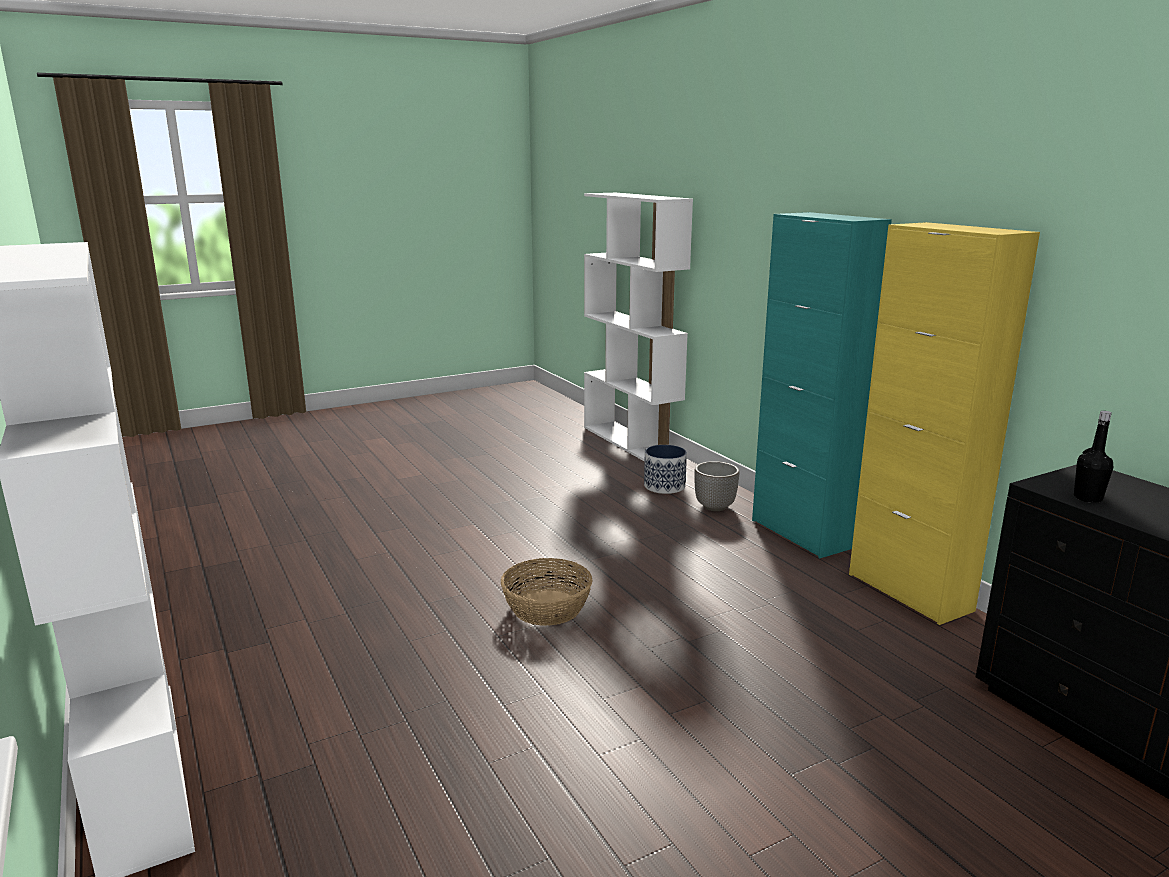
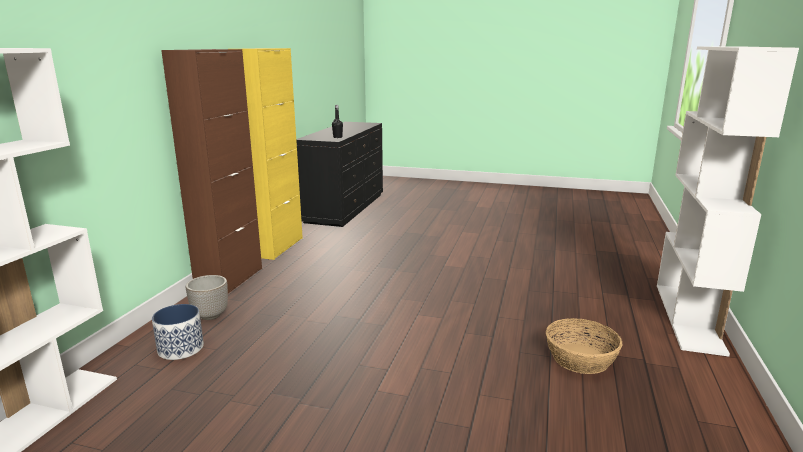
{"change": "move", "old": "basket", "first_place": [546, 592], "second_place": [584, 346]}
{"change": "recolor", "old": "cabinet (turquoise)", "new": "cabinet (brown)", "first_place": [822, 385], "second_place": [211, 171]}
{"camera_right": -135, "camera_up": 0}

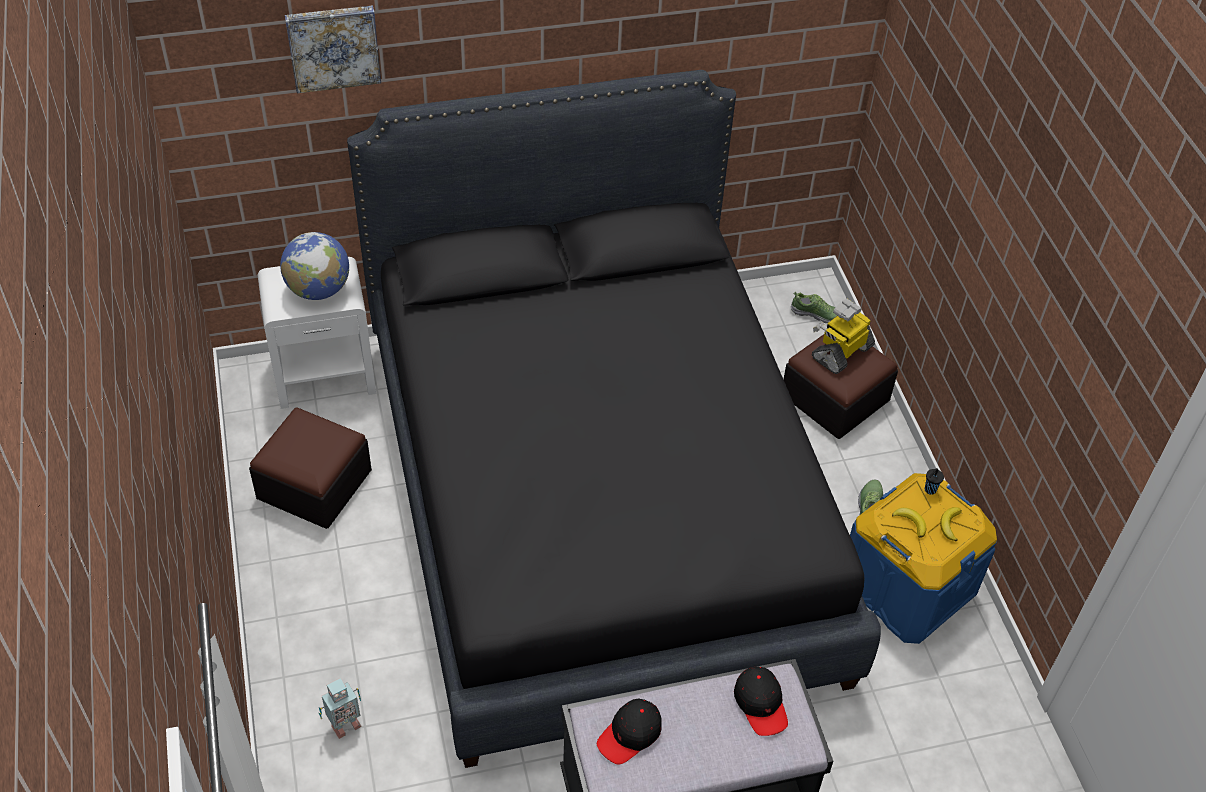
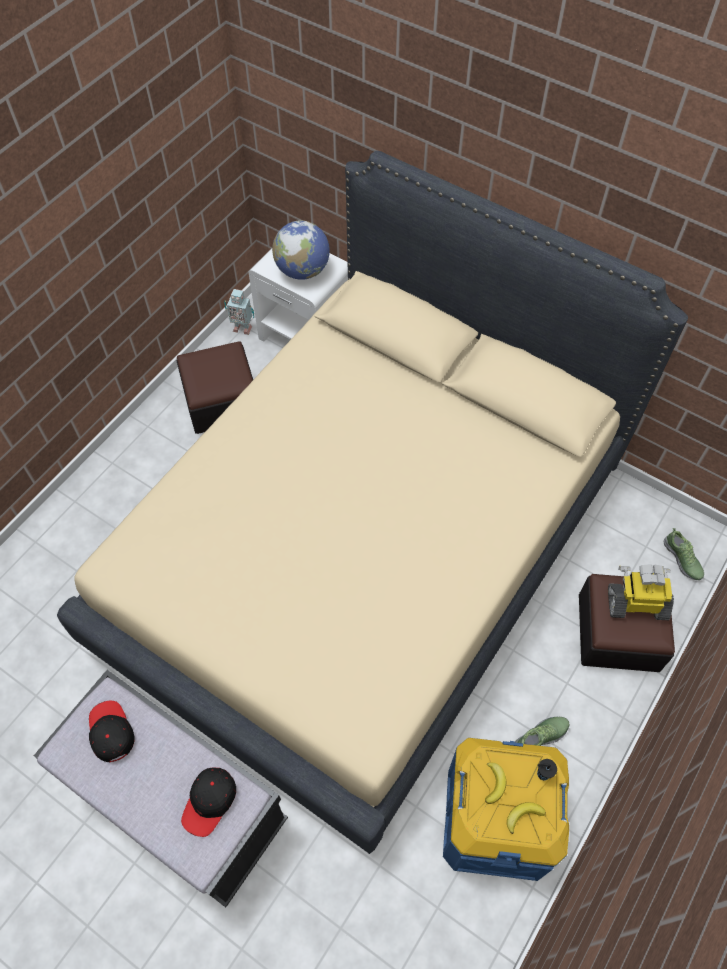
{"change": "delete", "old": "picture", "first_place": [333, 49]}
{"change": "move", "old": "toy robot", "first_place": [340, 708], "second_place": [239, 312]}
{"change": "recolor", "old": "bed (black)", "new": "bed (beige)", "first_place": [614, 419], "second_place": [372, 502]}
{"change": "rotate", "old": "cap (black)", "first_place": [629, 731], "second_place": [111, 731], "degrees": 60}
{"camera_right": 50, "camera_up": 10}

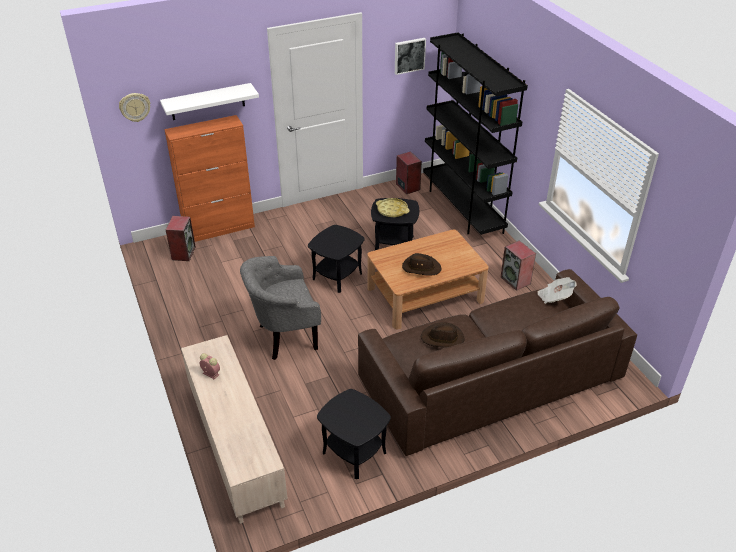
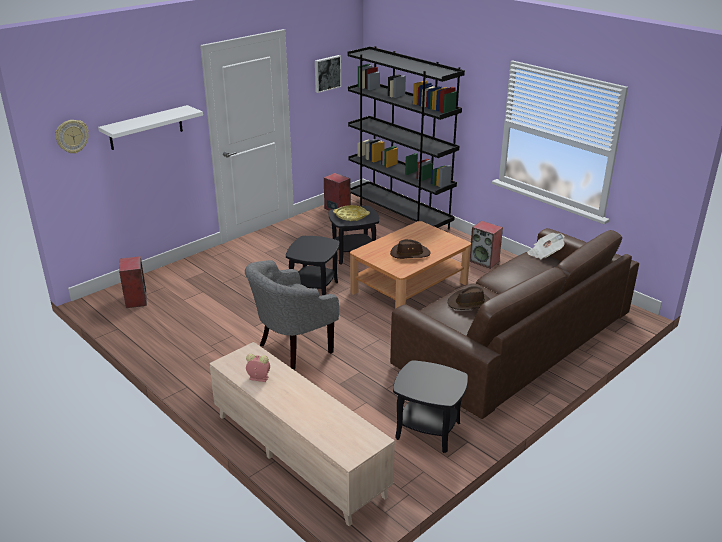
{"change": "delete", "old": "cabinet (orange)", "first_place": [209, 178]}
{"camera_right": -20, "camera_up": -10}

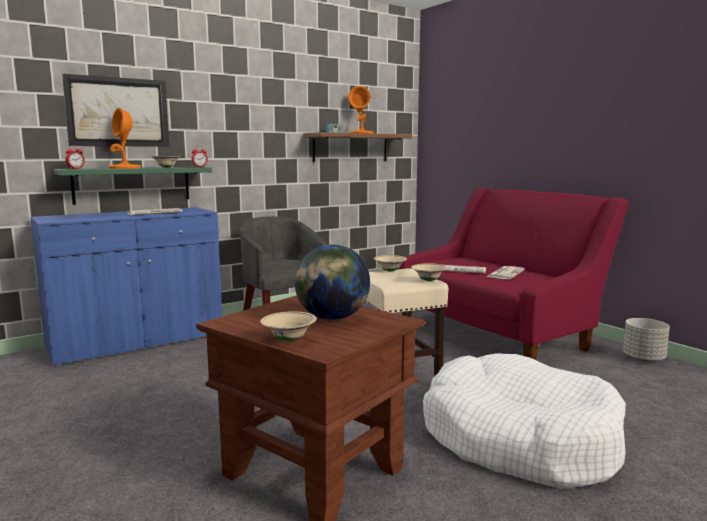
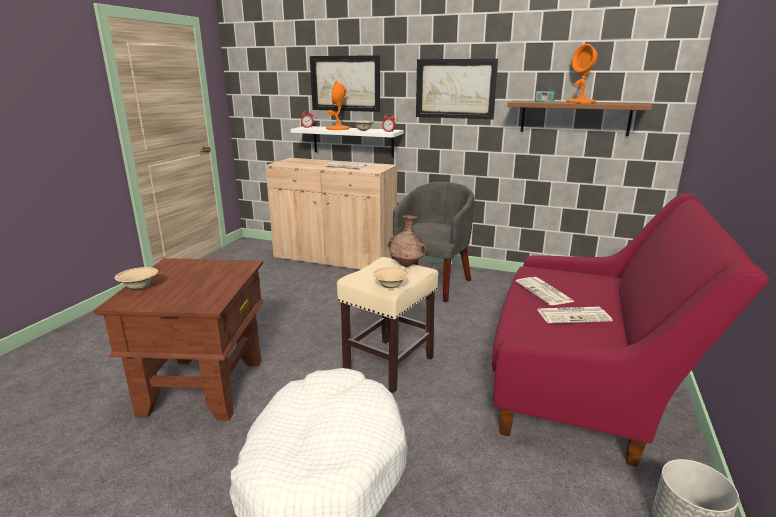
{"change": "delete", "old": "globe", "first_place": [332, 282]}
{"change": "insert", "new": "picture", "second_place": [457, 89]}
{"change": "replace", "old": "bowl (beige)", "new": "vase (brown)", "first_place": [390, 263], "second_place": [407, 241]}
{"change": "recolor", "old": "cabinet (blue)", "new": "cabinet (beige)", "first_place": [126, 287], "second_place": [331, 213]}
{"change": "recolor", "old": "shelf (green)", "new": "shelf (white)", "first_place": [133, 186], "second_place": [346, 141]}
{"camera_right": 55, "camera_up": 10}

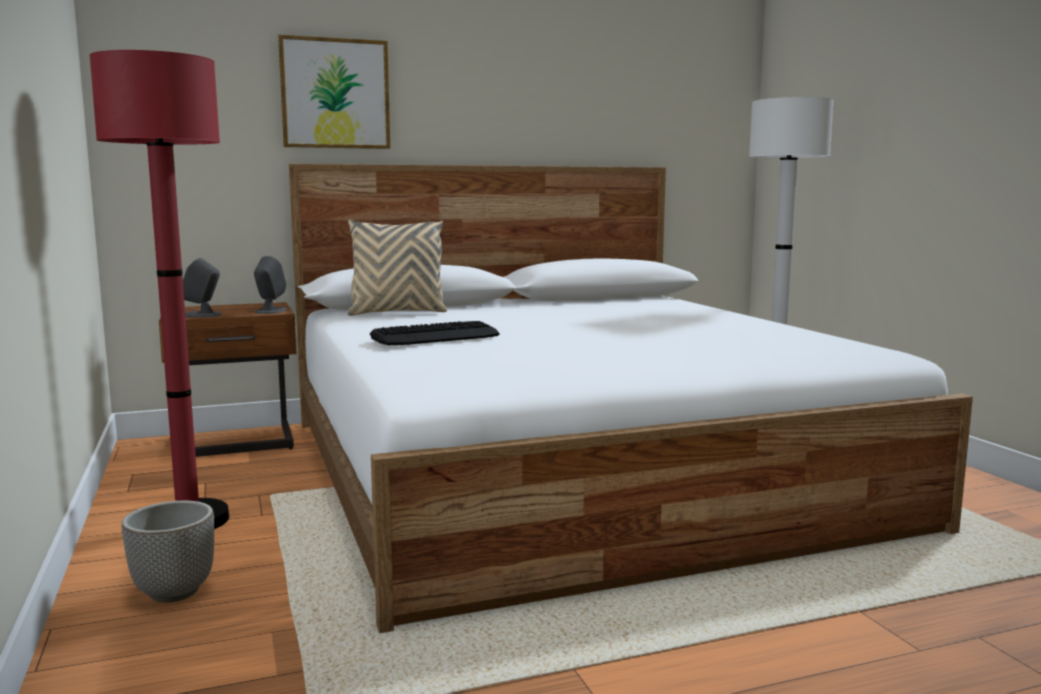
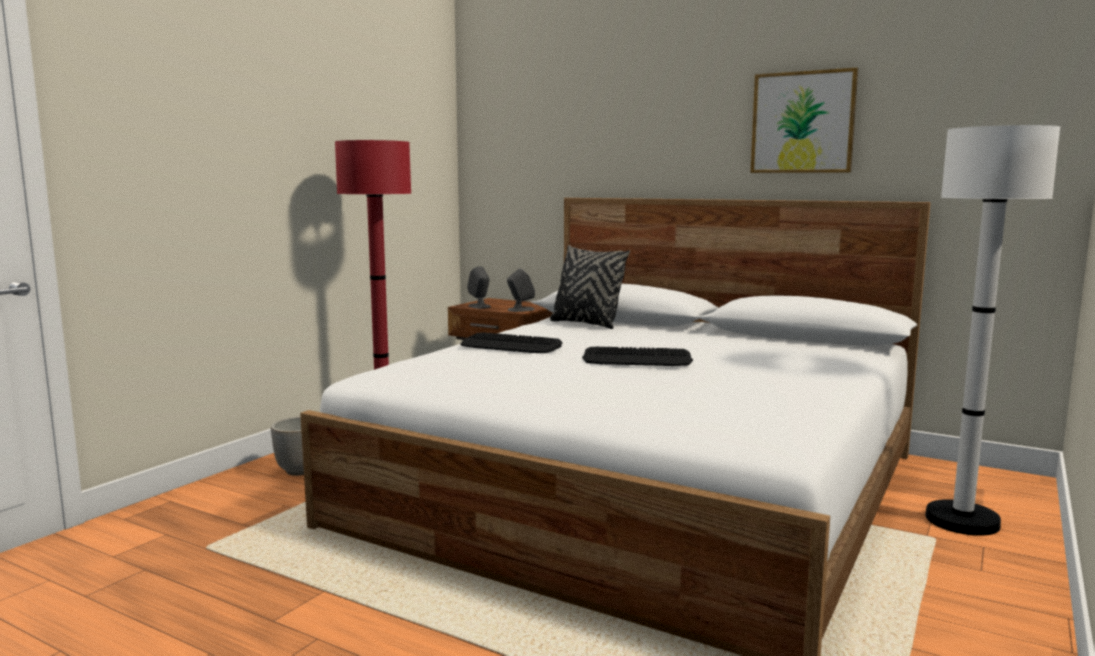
{"change": "insert", "new": "keyboard", "second_place": [637, 356]}
{"change": "move", "old": "picture", "first_place": [334, 92], "second_place": [804, 120]}
{"change": "recolor", "old": "pillow (beige)", "new": "pillow (black)", "first_place": [397, 268], "second_place": [590, 287]}
{"camera_right": 50, "camera_up": 0}

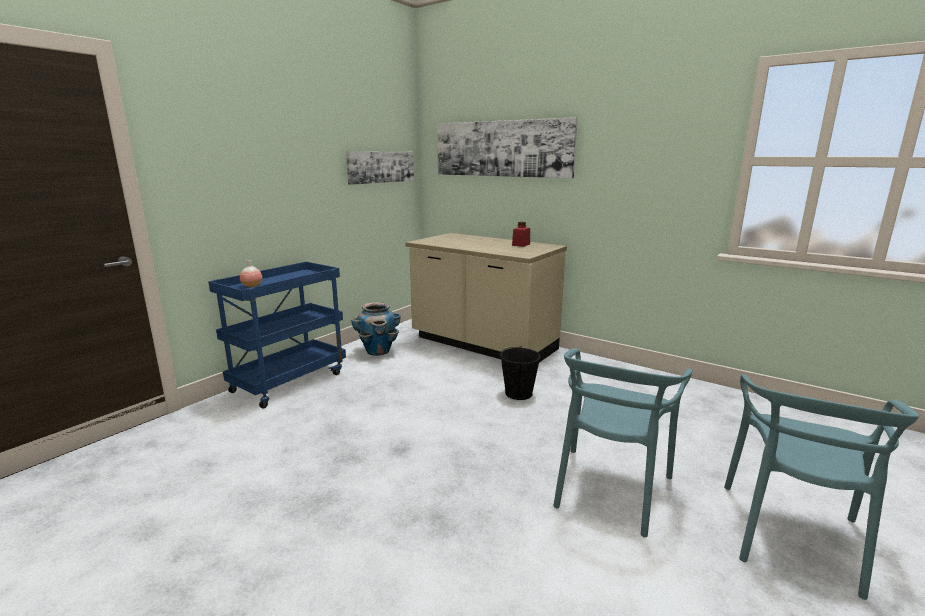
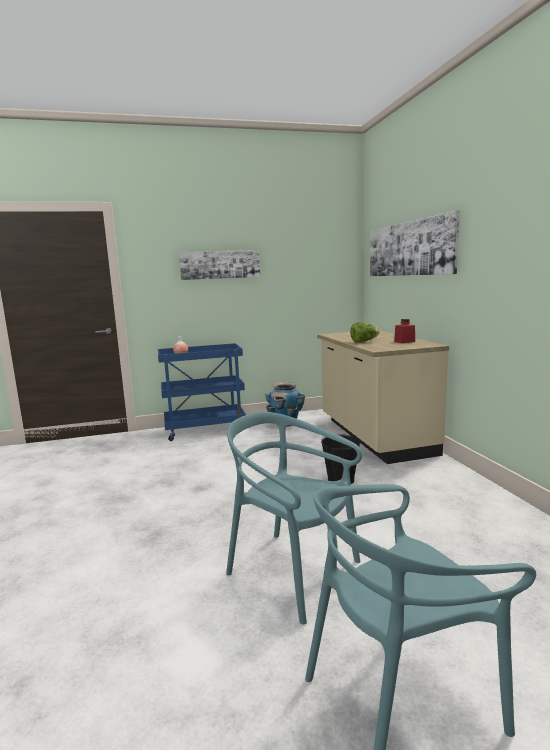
{"change": "insert", "new": "lettuce", "second_place": [365, 332]}
{"change": "move", "old": "picture", "first_place": [380, 168], "second_place": [219, 265]}
{"change": "rotate", "old": "chair (turquoise)", "first_place": [623, 442], "second_place": [294, 518], "degrees": 60}
{"camera_right": 40, "camera_up": -5}

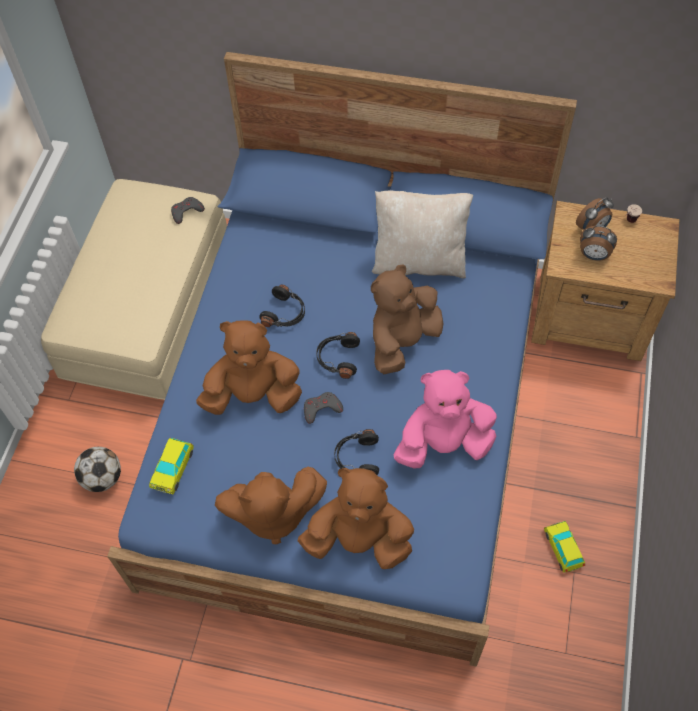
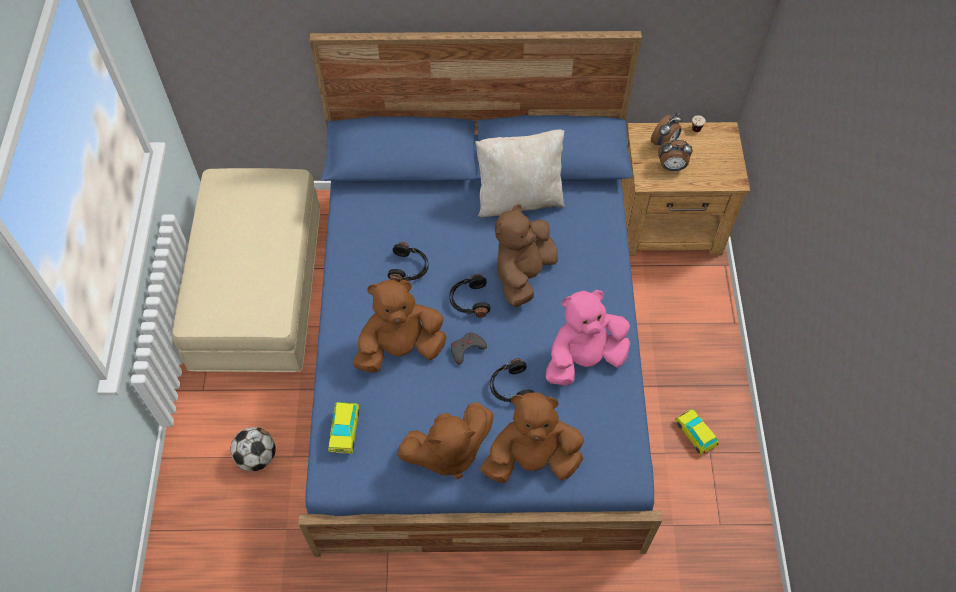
{"change": "delete", "old": "game controller (grey)", "first_place": [188, 210]}
{"camera_right": -15, "camera_up": 0}

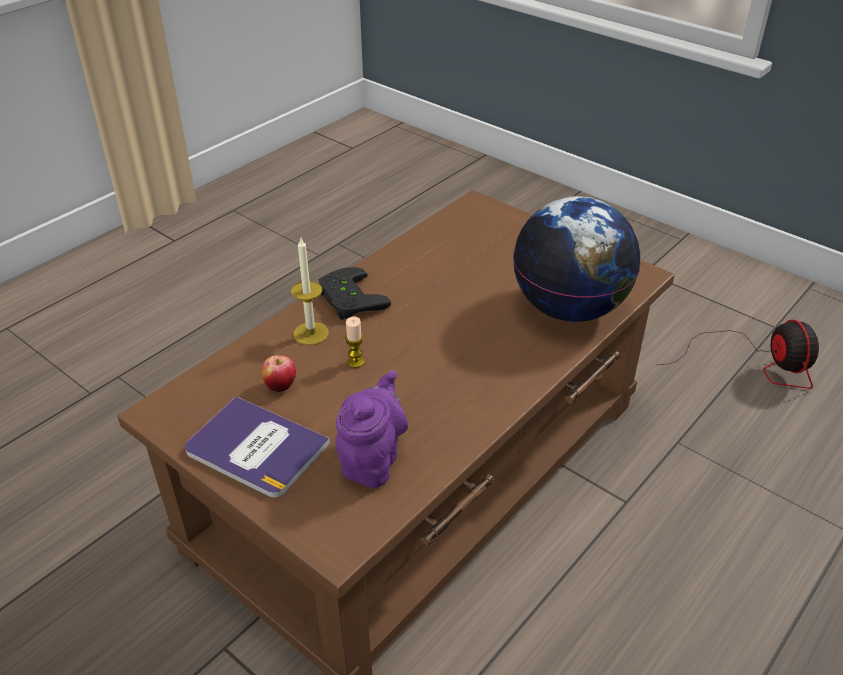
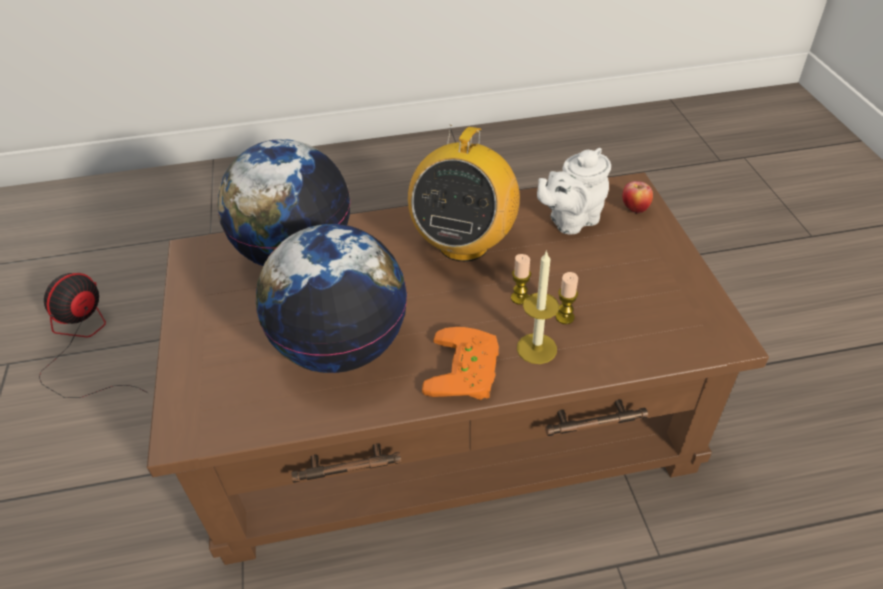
{"change": "delete", "old": "book", "first_place": [257, 447]}
{"change": "insert", "new": "globe", "second_place": [331, 298]}
{"change": "insert", "new": "radio", "second_place": [464, 193]}
{"change": "insert", "new": "candle", "second_place": [567, 298]}
{"change": "move", "old": "apple", "first_place": [278, 373], "second_place": [637, 197]}
{"change": "recolor", "old": "game controller (black)", "new": "game controller (orange)", "first_place": [354, 293], "second_place": [460, 363]}
{"change": "recolor", "old": "teapot (purple)", "new": "teapot (white)", "first_place": [372, 429], "second_place": [574, 191]}
{"camera_right": -140, "camera_up": 5}

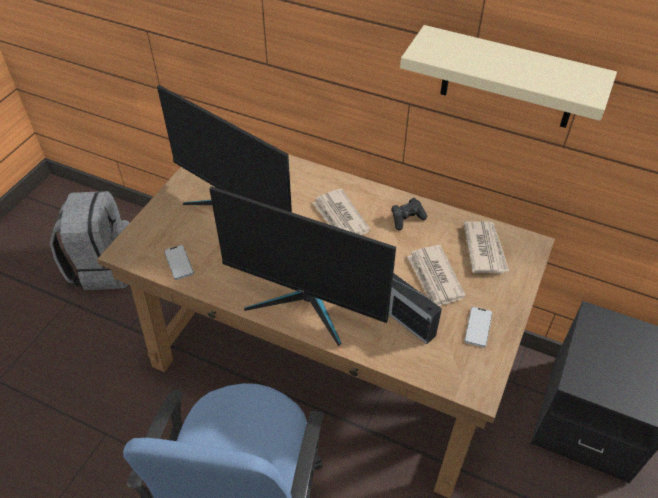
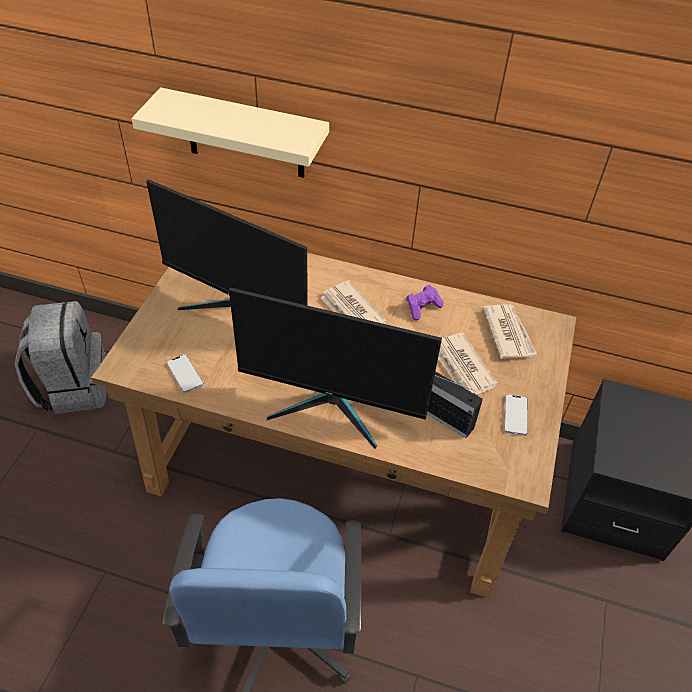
{"change": "move", "old": "shelf (beige)", "first_place": [508, 76], "second_place": [230, 132]}
{"change": "recolor", "old": "game controller (black)", "new": "game controller (purple)", "first_place": [409, 214], "second_place": [425, 303]}
{"camera_right": -10, "camera_up": 0}

